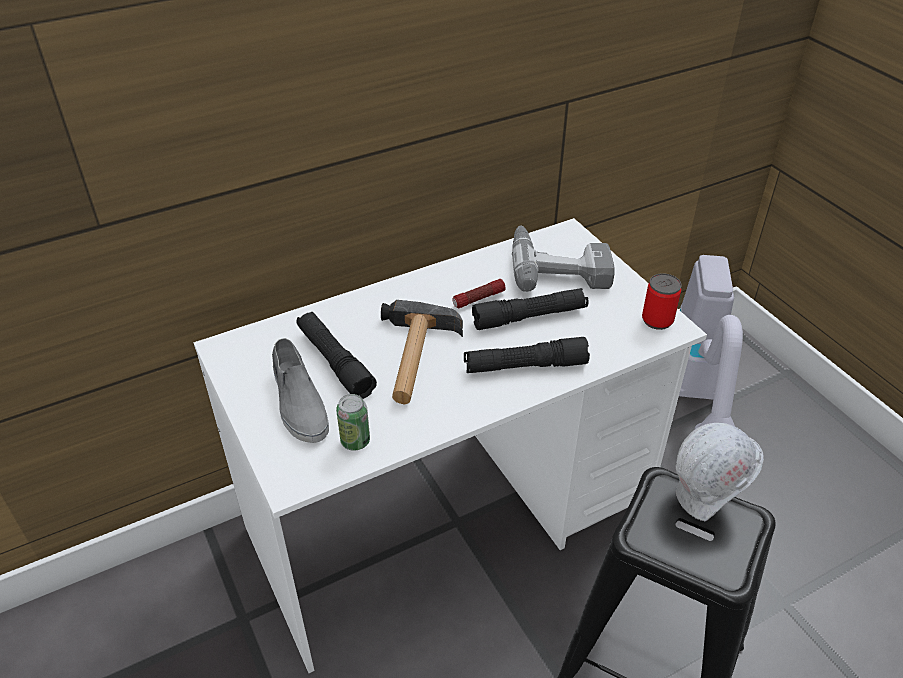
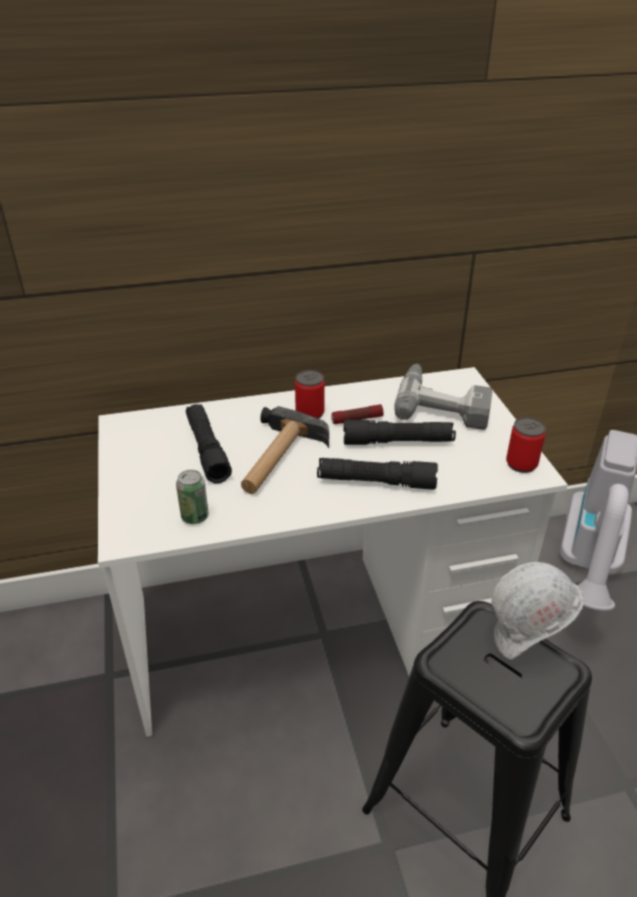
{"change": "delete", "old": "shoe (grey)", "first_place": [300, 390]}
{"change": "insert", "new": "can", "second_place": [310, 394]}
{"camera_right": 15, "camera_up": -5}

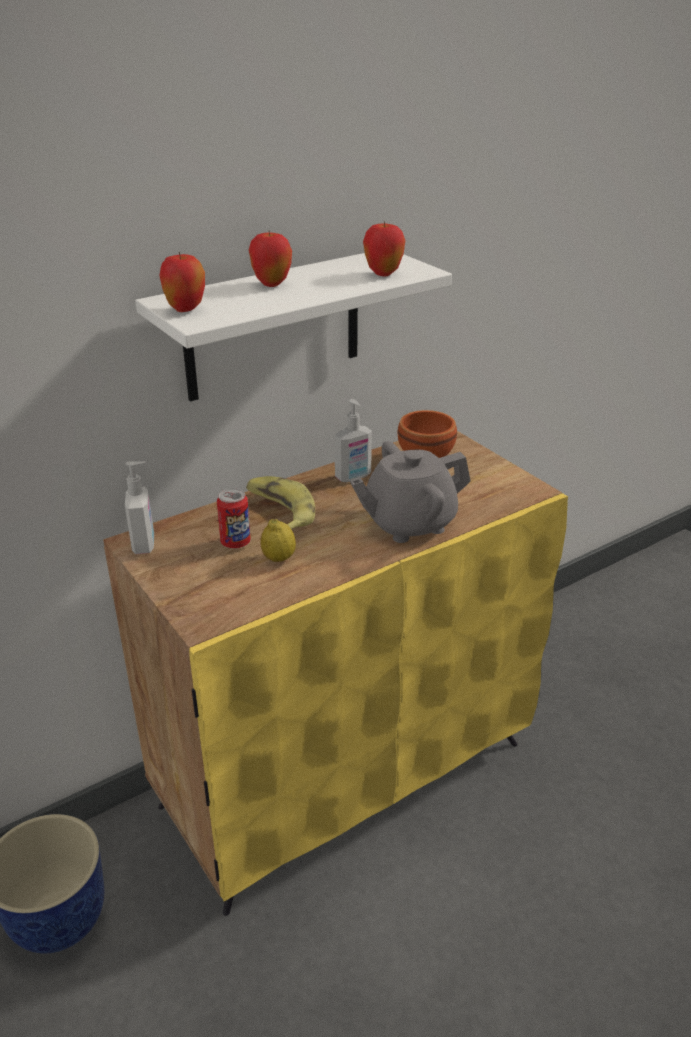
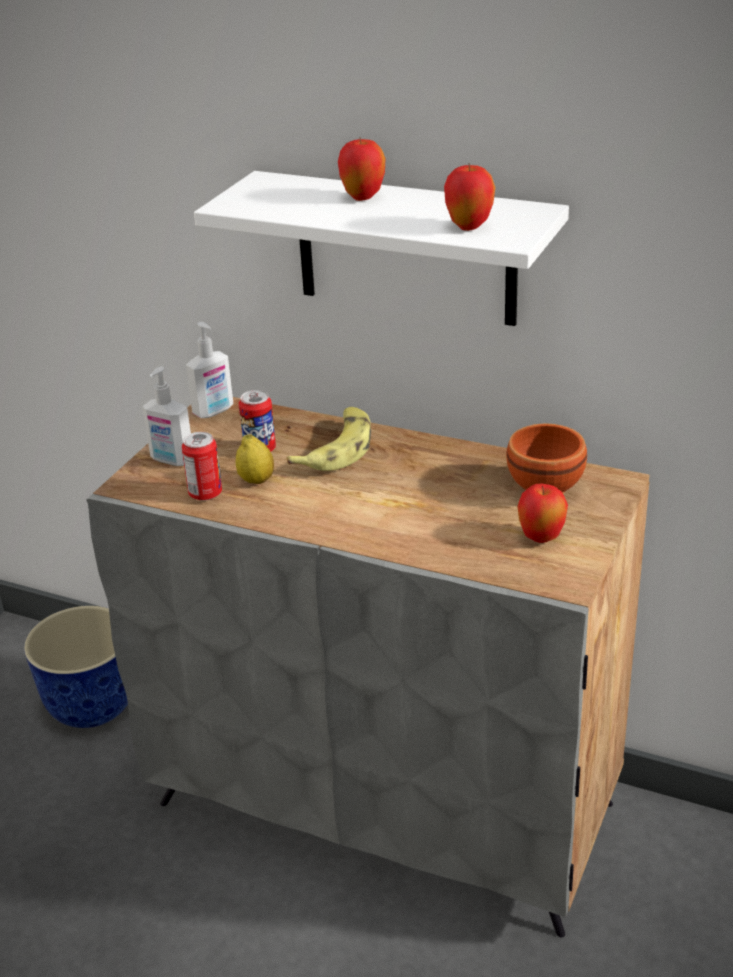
{"change": "delete", "old": "teapot (grey)", "first_place": [410, 492]}
{"change": "insert", "new": "can", "second_place": [202, 466]}
{"change": "move", "old": "apple", "first_place": [182, 282], "second_place": [542, 513]}
{"change": "move", "old": "soap dispenser", "first_place": [353, 440], "second_place": [166, 416]}
{"change": "recolor", "old": "cabinet (yellow)", "new": "cabinet (grey)", "first_place": [335, 673], "second_place": [368, 667]}
{"camera_right": 60, "camera_up": 0}

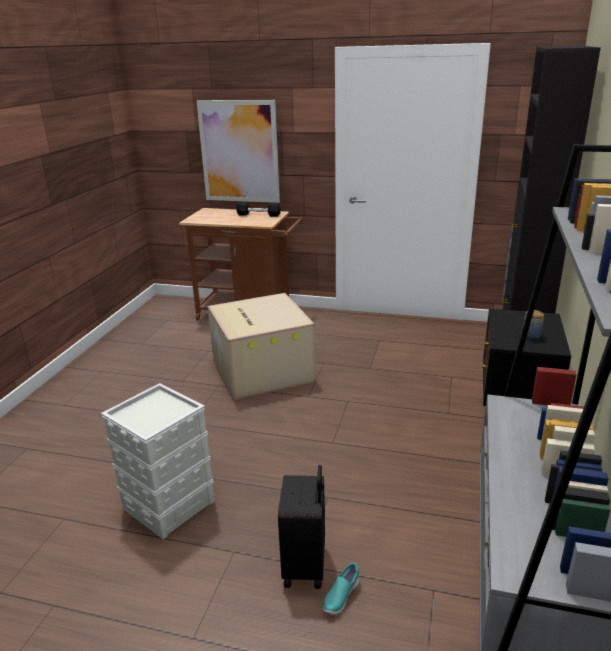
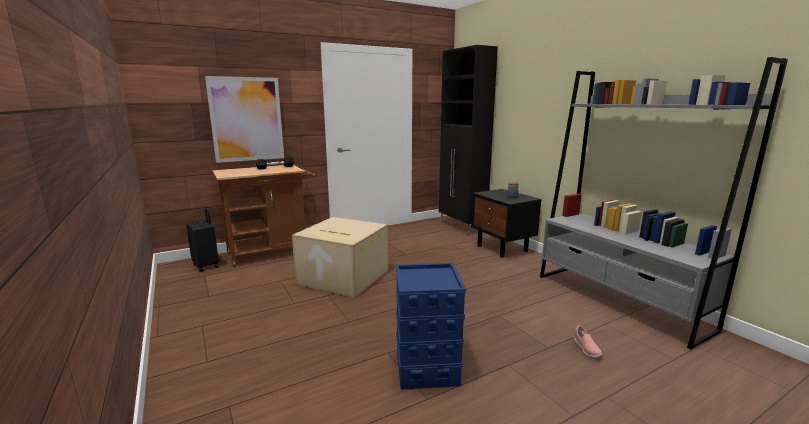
{"change": "move", "old": "suitcase (black)", "first_place": [301, 527], "second_place": [202, 240]}
{"change": "recolor", "old": "storage box (grey)", "new": "storage box (blue)", "first_place": [157, 461], "second_place": [431, 326]}
{"change": "recolor", "old": "shoe (turquoise)", "new": "shoe (pink)", "first_place": [341, 589], "second_place": [588, 342]}
{"camera_right": -45, "camera_up": -10}

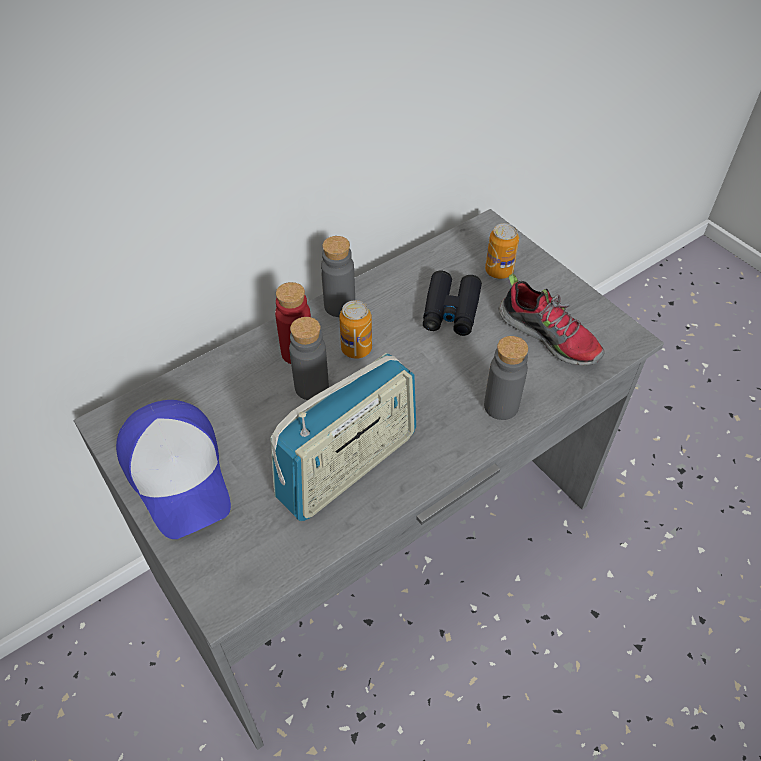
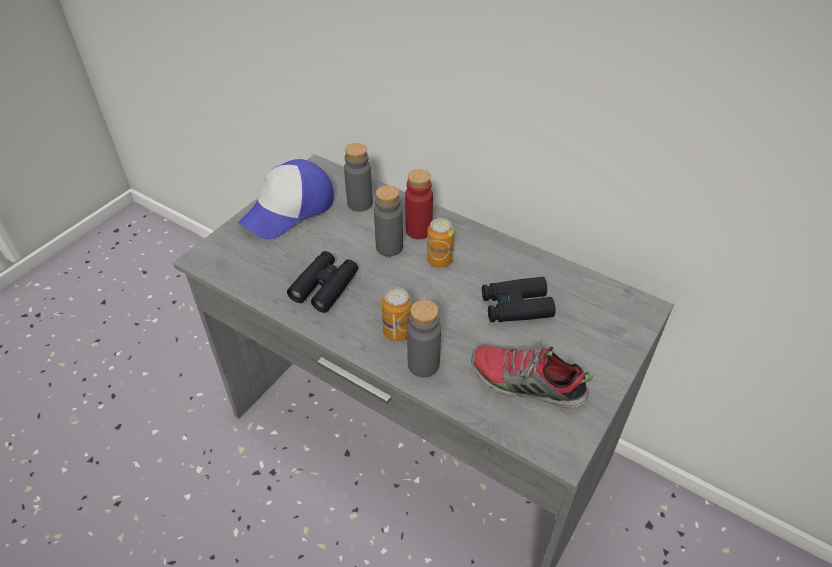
{"change": "move", "old": "bottle (grey)", "first_place": [338, 276], "second_place": [358, 177]}
{"change": "move", "old": "can", "first_place": [502, 251], "second_place": [397, 314]}
{"change": "replace", "old": "radio", "new": "binoculars (black)", "first_place": [343, 437], "second_place": [322, 282]}
{"change": "rotate", "old": "shoe", "first_place": [552, 320], "second_place": [532, 374], "degrees": 90}
{"camera_right": 70, "camera_up": -5}

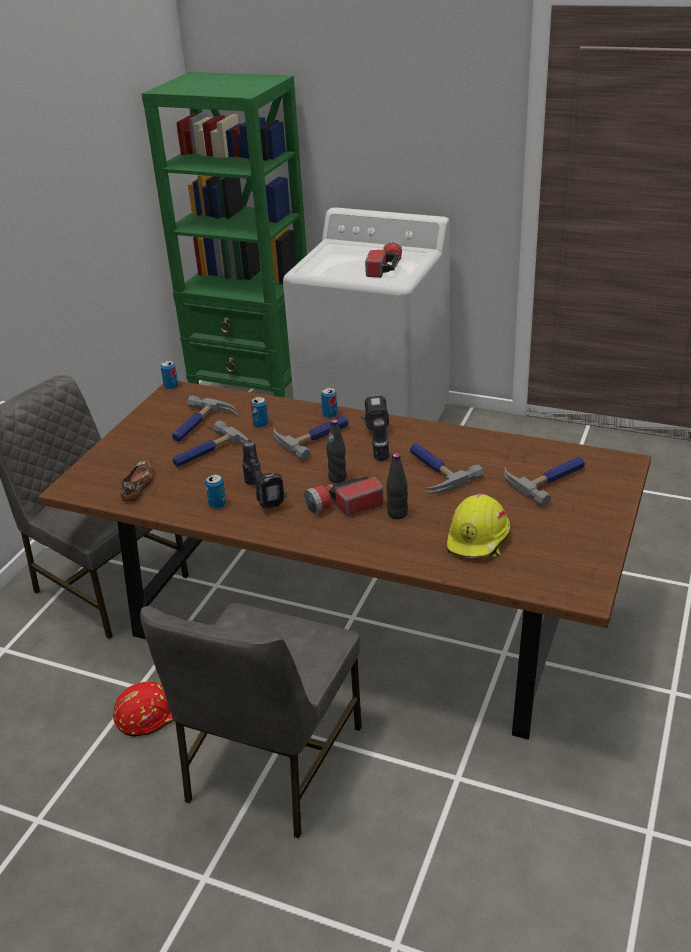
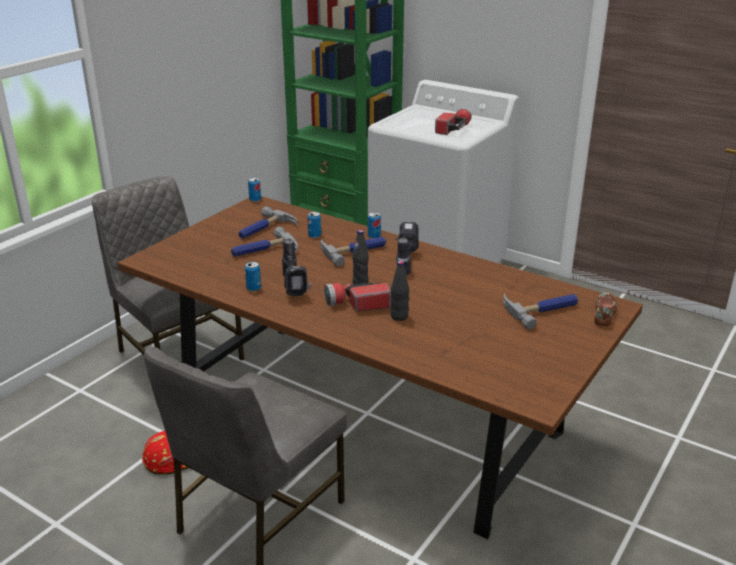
{"change": "delete", "old": "hammer", "first_place": [447, 468]}
{"change": "delete", "old": "hard hat (yellow)", "first_place": [478, 526]}
{"change": "move", "old": "shoe (brown)", "first_place": [137, 481], "second_place": [605, 308]}
{"camera_right": 10, "camera_up": -5}

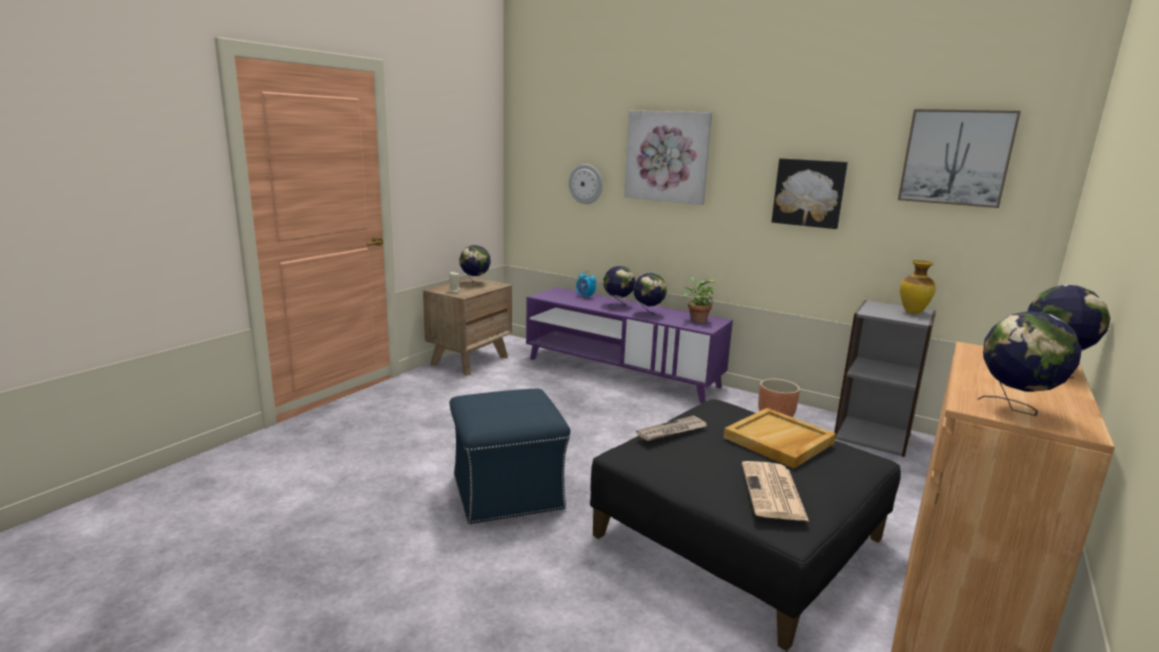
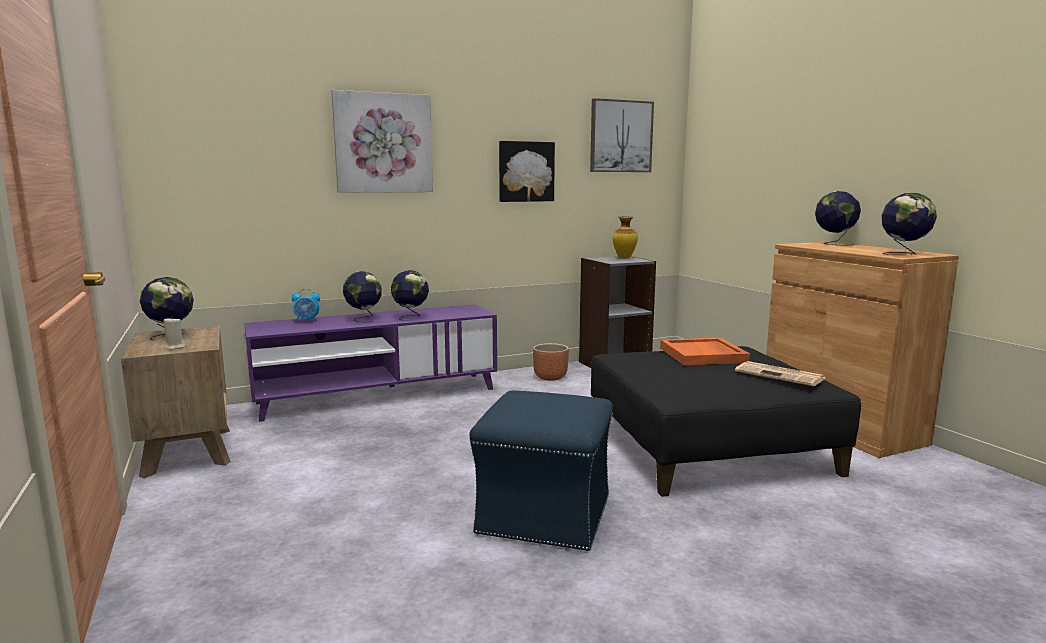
{"change": "delete", "old": "wall clock", "first_place": [586, 184]}
{"change": "delete", "old": "newspaper", "first_place": [671, 428]}
{"change": "delete", "old": "potted plant", "first_place": [700, 300]}
{"change": "recolor", "old": "tray (beige)", "new": "tray (orange)", "first_place": [779, 438], "second_place": [705, 351]}
{"camera_right": -55, "camera_up": -5}

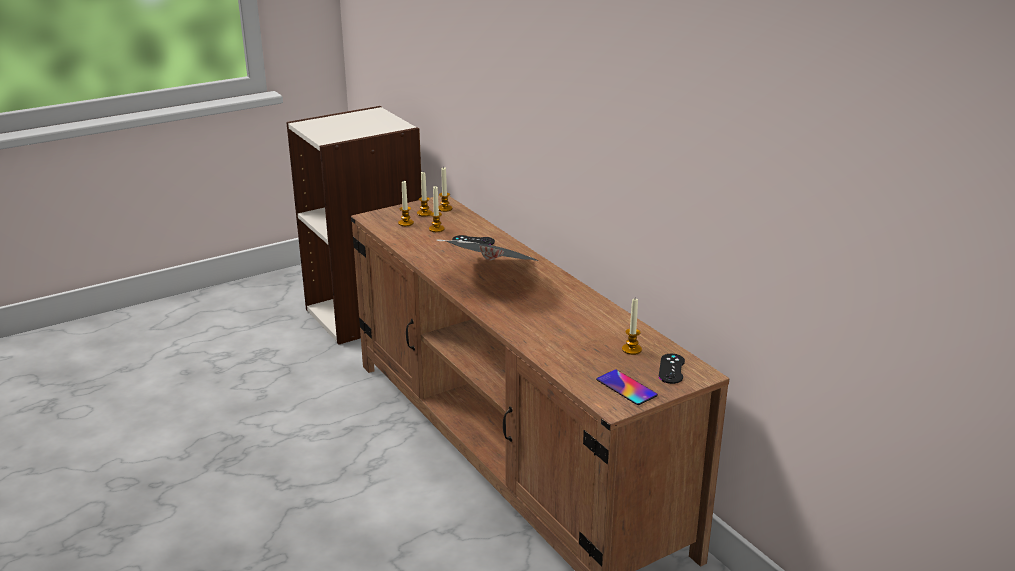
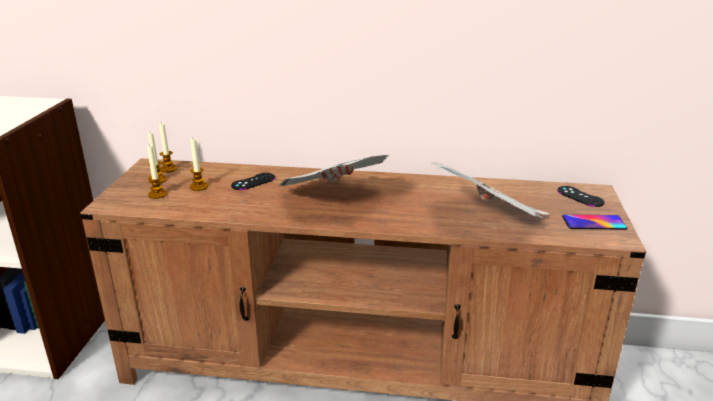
{"change": "delete", "old": "candle", "first_place": [632, 327]}
{"change": "insert", "new": "newspaper", "second_place": [489, 190]}
{"camera_right": -50, "camera_up": 0}

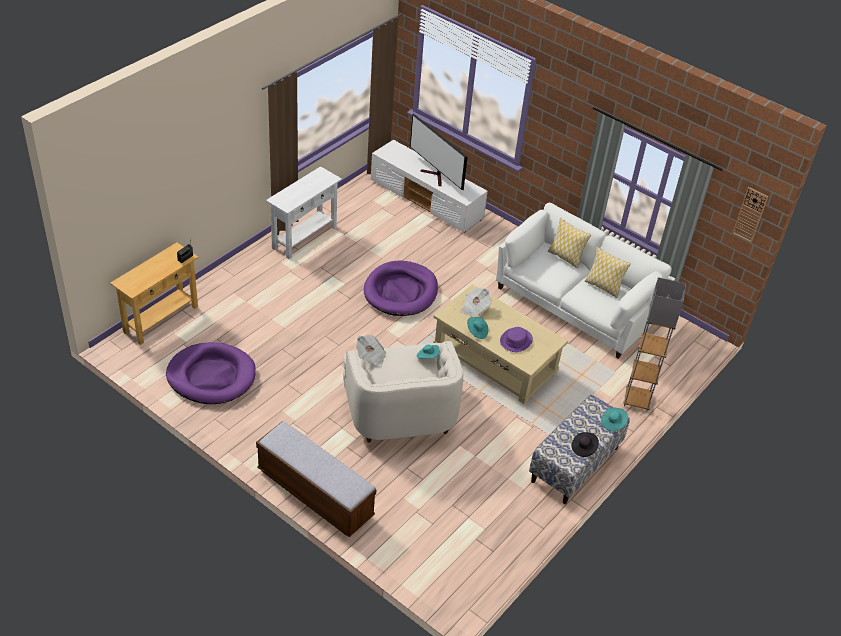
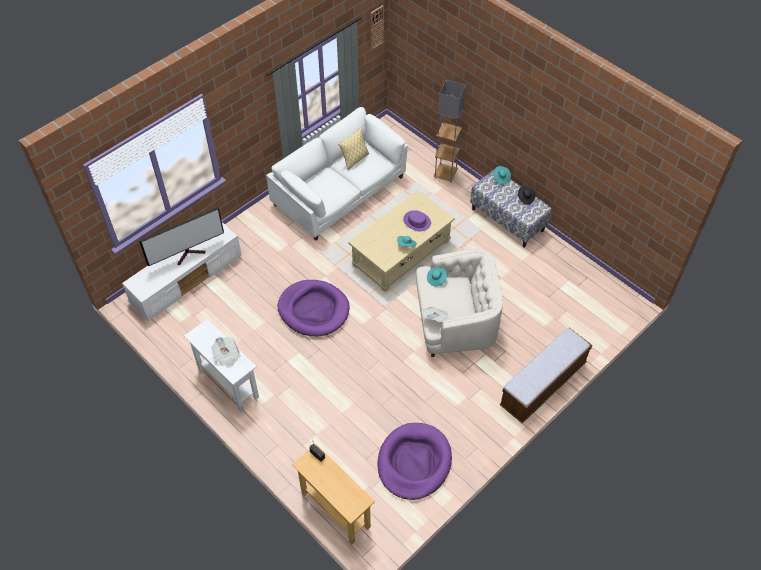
{"change": "delete", "old": "pillow", "first_place": [569, 243]}
{"change": "move", "old": "newspaper", "first_place": [476, 302], "second_place": [226, 352]}
{"camera_right": -80, "camera_up": 10}

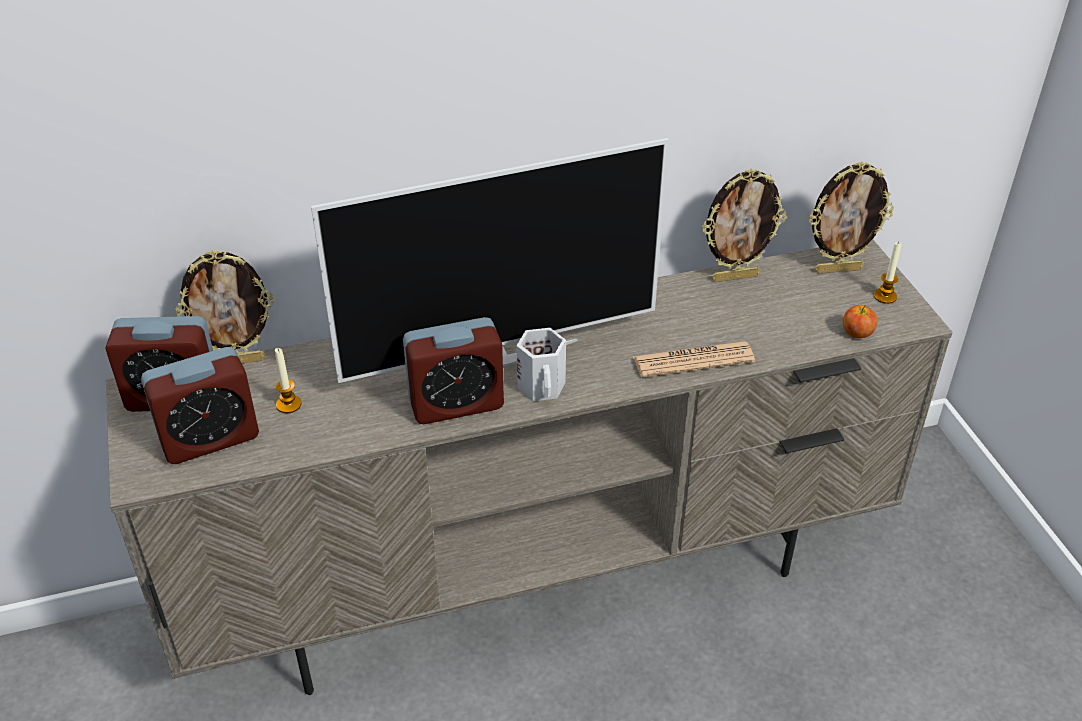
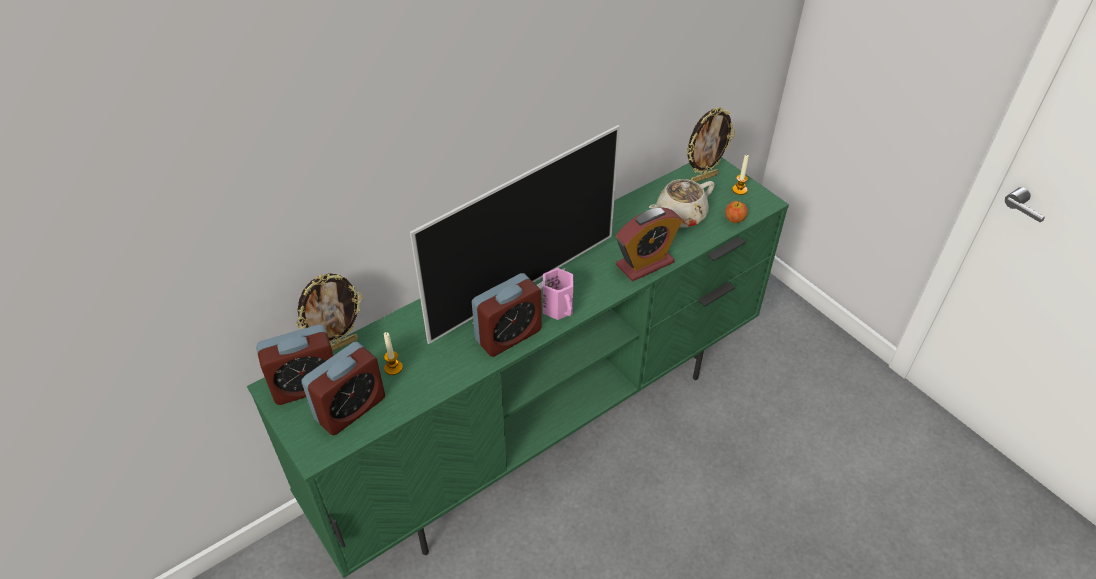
{"change": "delete", "old": "picture frame", "first_place": [744, 225]}
{"change": "insert", "new": "teapot (beige)", "second_place": [682, 203]}
{"change": "replace", "old": "newspaper", "new": "alarm clock", "first_place": [694, 359], "second_place": [649, 244]}
{"change": "recolor", "old": "tv stand (beige)", "new": "tv stand (green)", "first_place": [529, 467], "second_place": [518, 367]}
{"change": "recolor", "old": "mug (white)", "new": "mug (pink)", "first_place": [541, 364], "second_place": [558, 294]}
{"camera_right": -20, "camera_up": 5}

